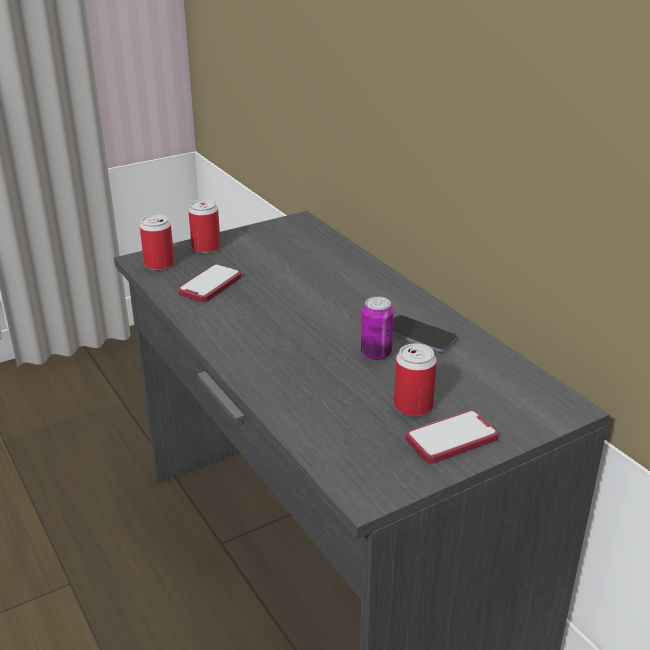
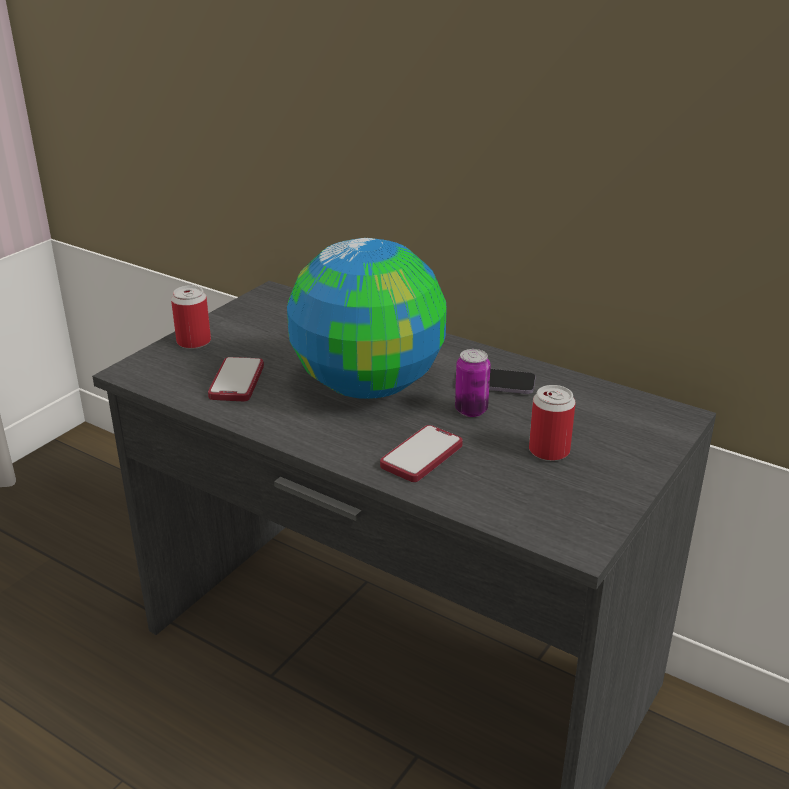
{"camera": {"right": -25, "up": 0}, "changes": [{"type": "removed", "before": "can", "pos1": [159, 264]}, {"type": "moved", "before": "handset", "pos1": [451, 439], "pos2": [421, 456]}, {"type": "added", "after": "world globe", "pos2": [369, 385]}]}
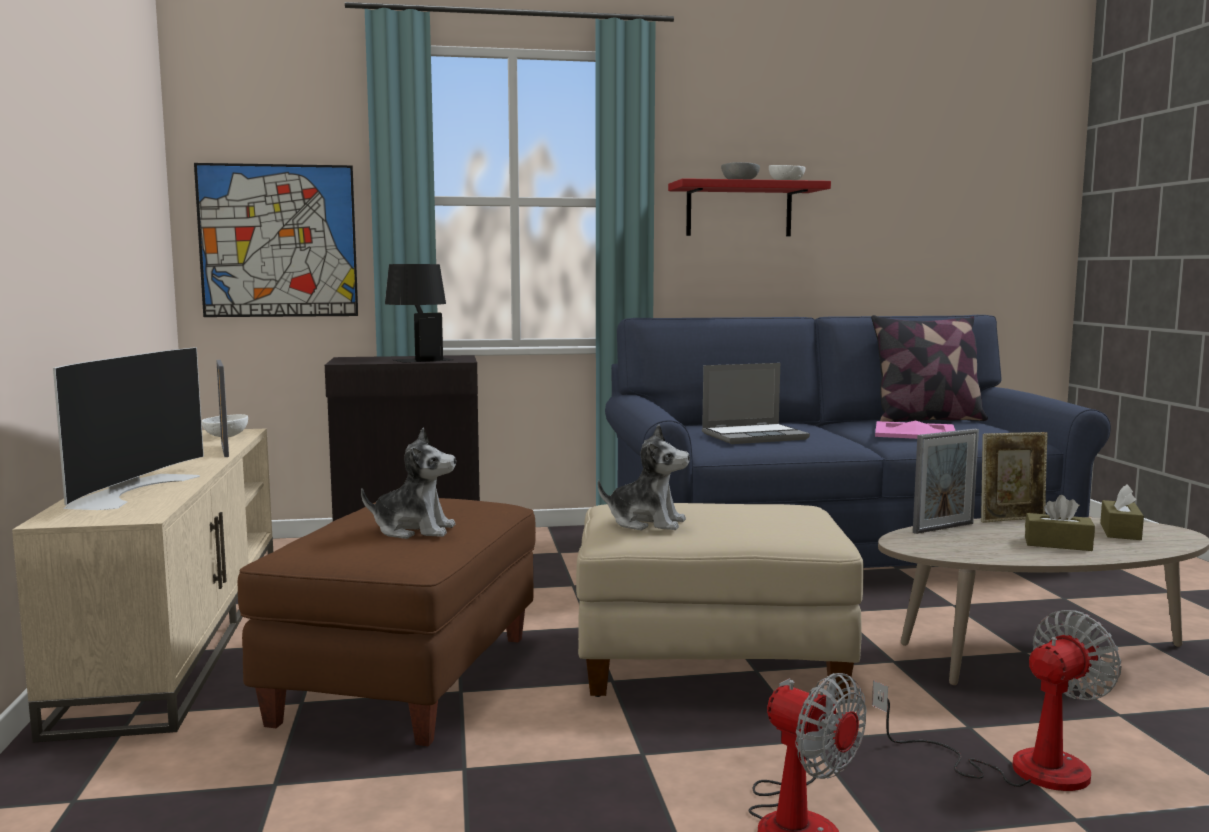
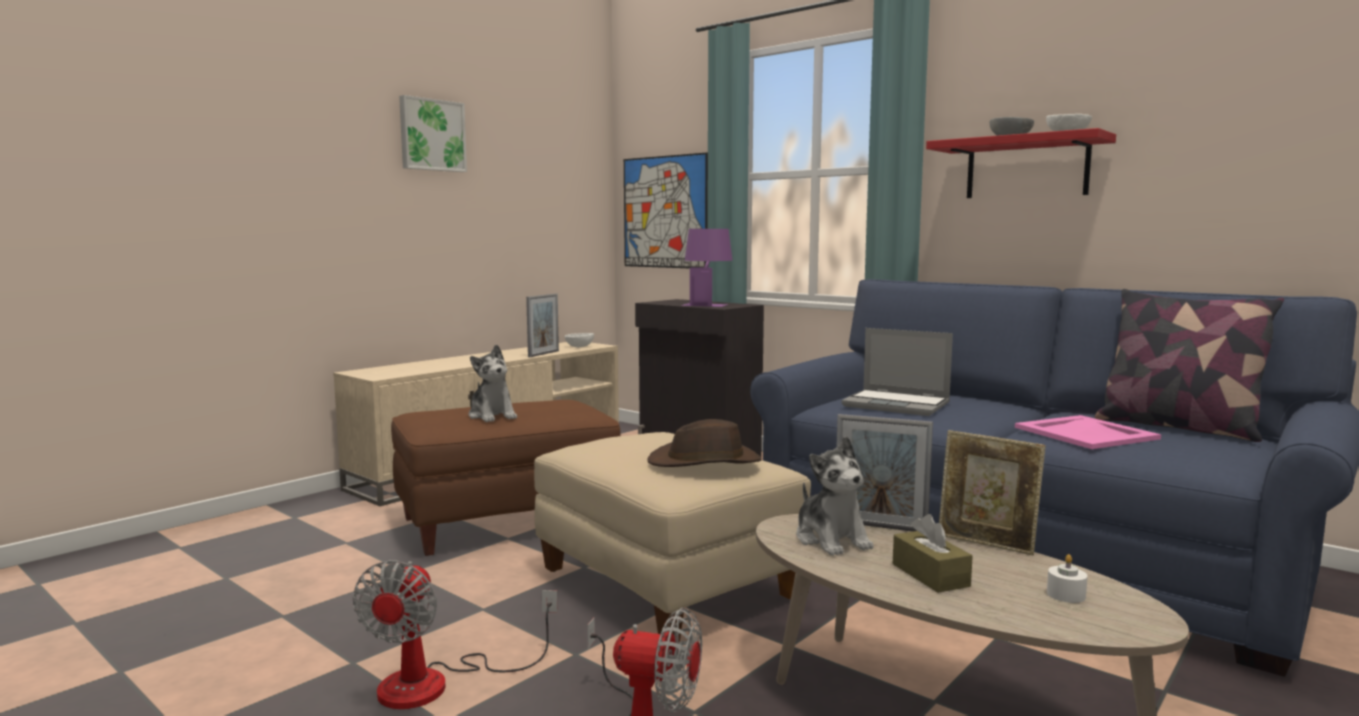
{"camera": {"right": 50, "up": 0}, "changes": [{"type": "recoloured", "before": "lamp for a table (black-coloured)", "after": "lamp for a table (purplish)", "pos1": [418, 359], "pos2": [707, 304]}, {"type": "removed", "before": "TV set", "pos1": [129, 490]}, {"type": "moved", "before": "plush toy", "pos1": [647, 522], "pos2": [831, 539]}, {"type": "replaced", "before": "box of tissues (brownish)", "after": "wax candle (whitish)", "pos1": [1120, 531], "pos2": [1066, 595]}, {"type": "added", "after": "wall picture", "pos2": [431, 135]}, {"type": "added", "after": "wearable hat (brownish)", "pos2": [705, 462]}]}
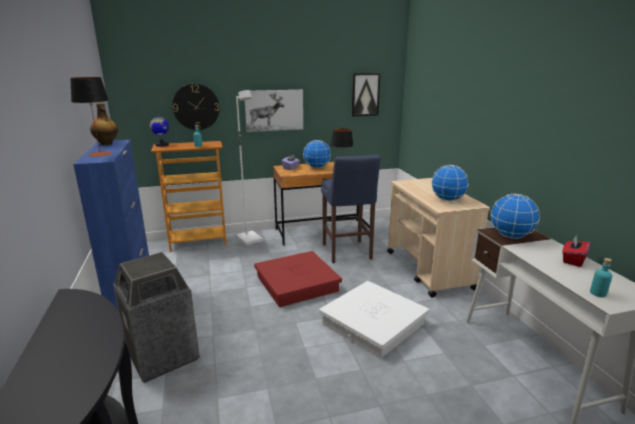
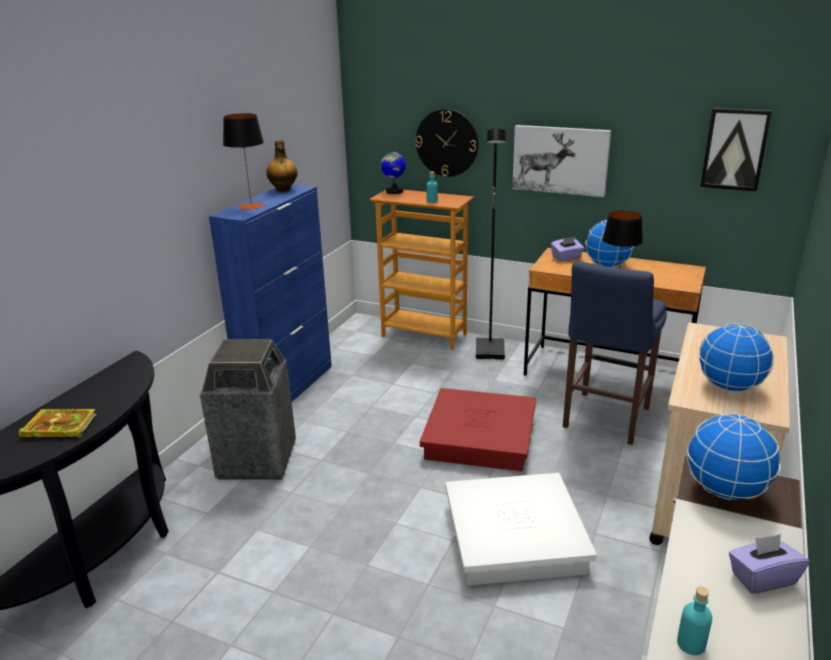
{"camera": {"right": 40, "up": 5}, "changes": [{"type": "recoloured", "before": "floor lamp (whitish)", "after": "floor lamp (black-coloured)", "pos1": [250, 239], "pos2": [491, 351]}, {"type": "recoloured", "before": "box of tissues (reddish)", "after": "box of tissues (purplish)", "pos1": [573, 260], "pos2": [762, 578]}, {"type": "added", "after": "volume", "pos2": [58, 427]}]}
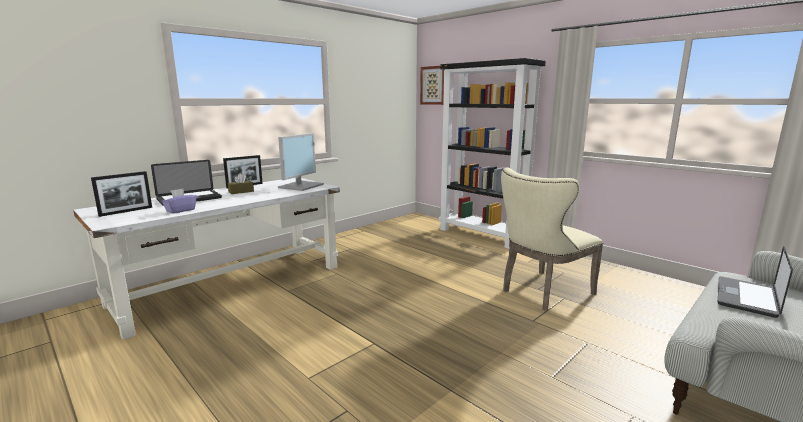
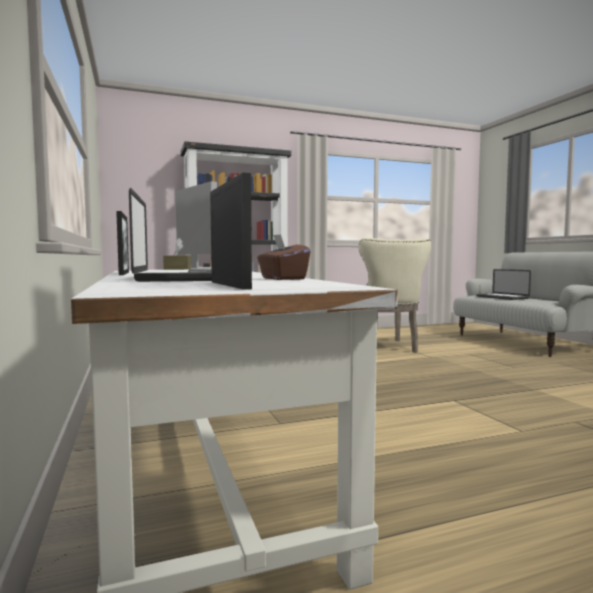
{"camera": {"right": -65, "up": -10}, "changes": [{"type": "removed", "before": "wall picture", "pos1": [433, 85]}, {"type": "recoloured", "before": "box of tissues (purplish)", "after": "box of tissues (brownish)", "pos1": [180, 210], "pos2": [282, 279]}]}
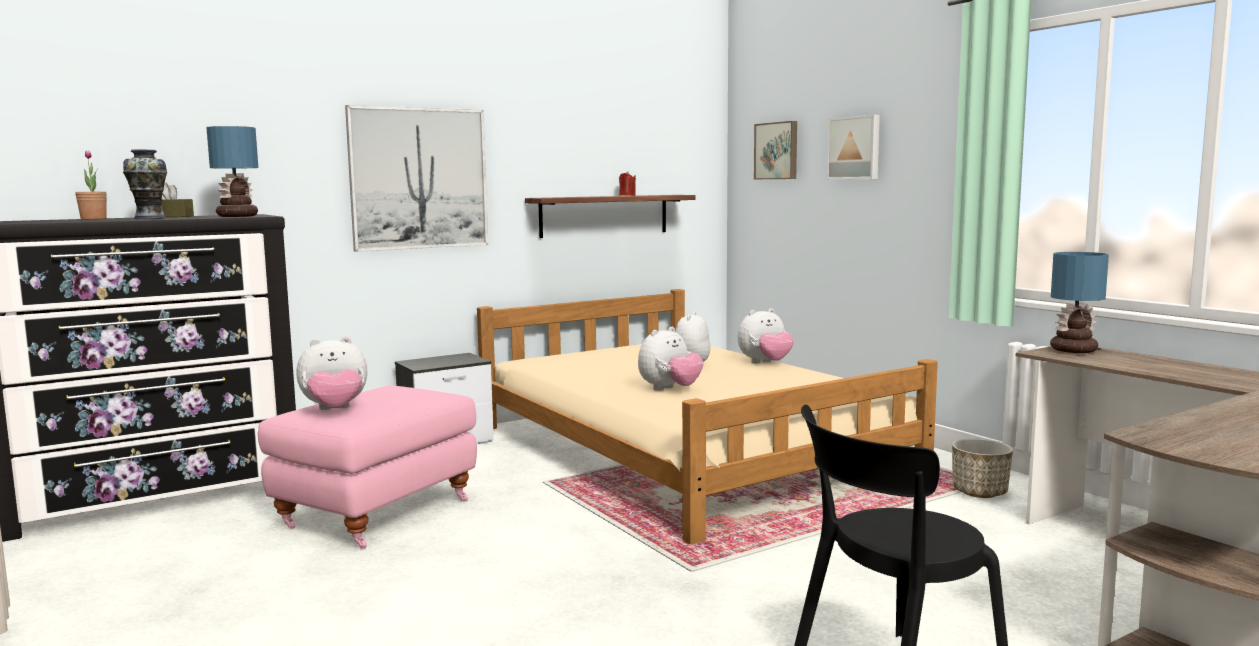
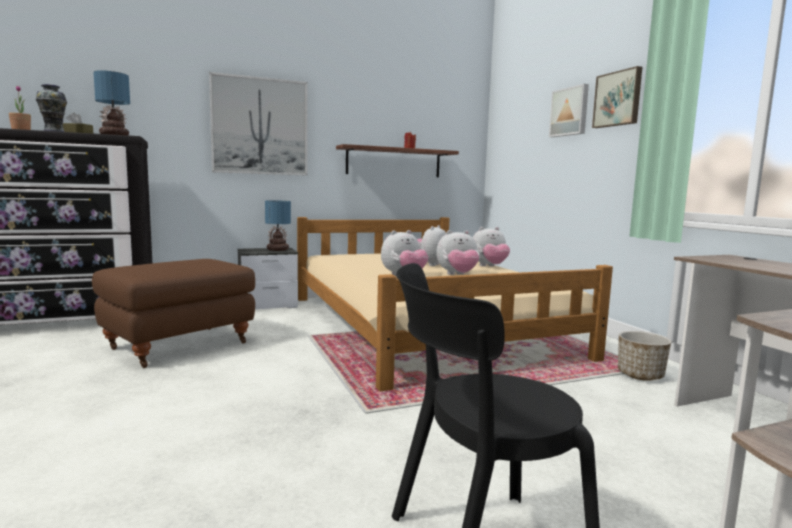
{"camera": {"right": 10, "up": 0}, "changes": [{"type": "moved", "before": "wall picture", "pos1": [777, 151], "pos2": [618, 99]}, {"type": "moved", "before": "lamp for a table", "pos1": [1074, 350], "pos2": [278, 249]}, {"type": "moved", "before": "plush toy", "pos1": [335, 410], "pos2": [457, 275]}, {"type": "recoloured", "before": "ottoman (pink)", "after": "ottoman (brownish)", "pos1": [376, 512], "pos2": [179, 344]}]}
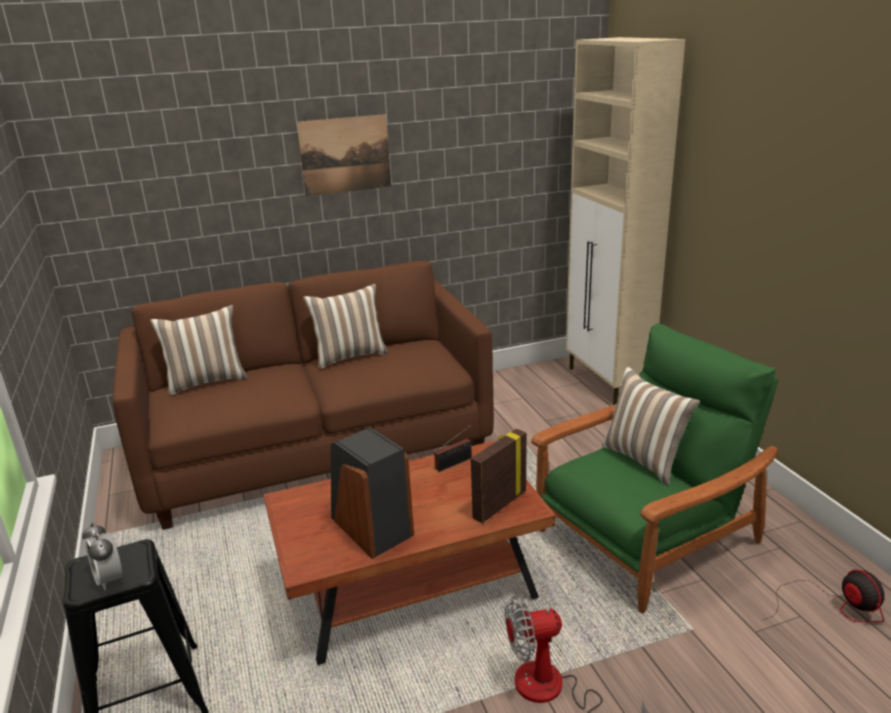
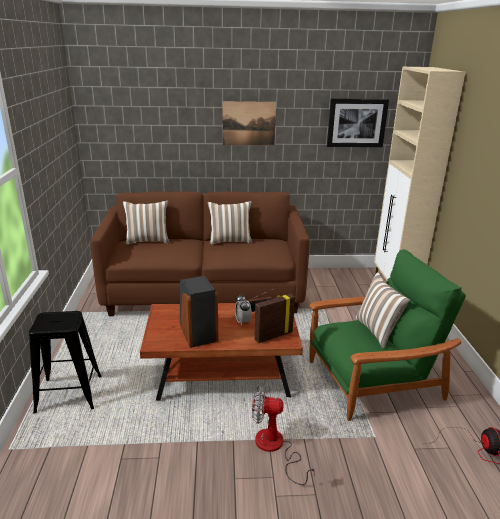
{"camera": {"right": 15, "up": 0}, "changes": [{"type": "moved", "before": "table clock", "pos1": [110, 579], "pos2": [242, 321]}, {"type": "added", "after": "wall picture", "pos2": [356, 123]}]}
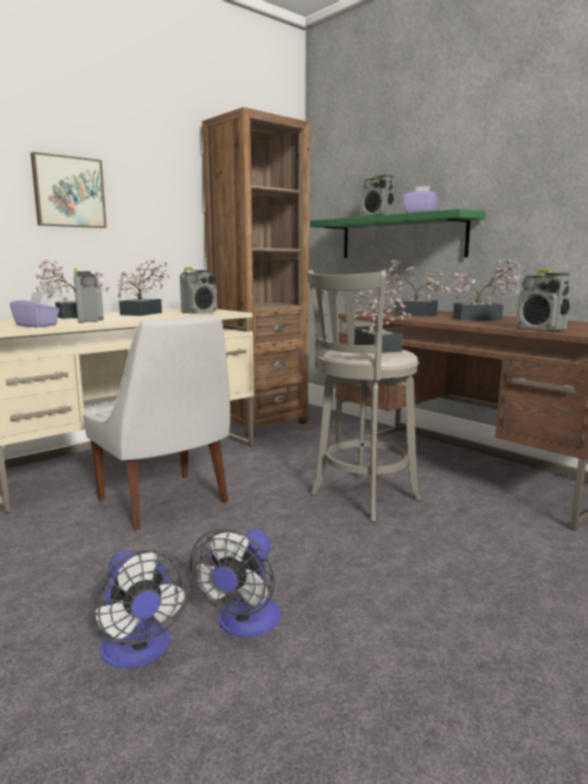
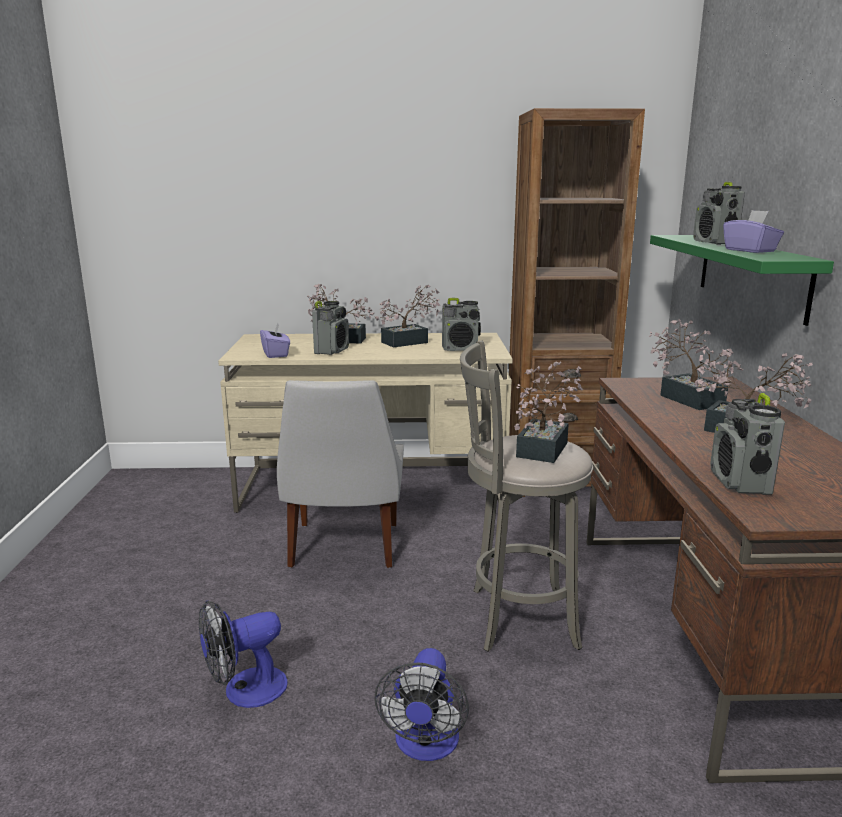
{"camera": {"right": 40, "up": 5}, "changes": [{"type": "removed", "before": "wall picture", "pos1": [68, 192]}, {"type": "moved", "before": "electric fan", "pos1": [139, 652], "pos2": [425, 745]}]}
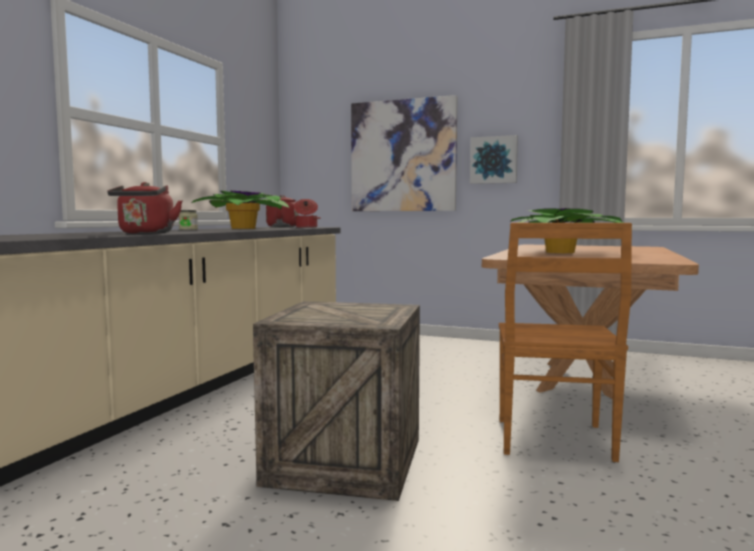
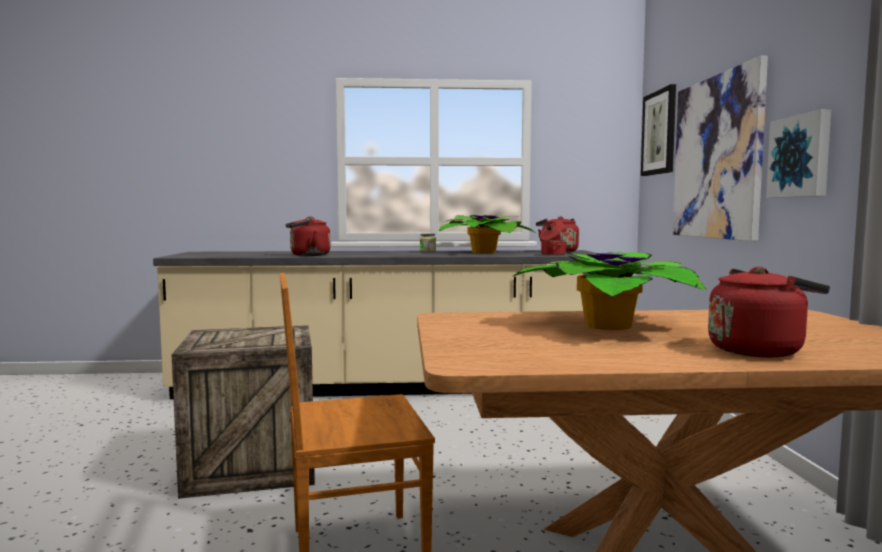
{"camera": {"right": 65, "up": 0}, "changes": [{"type": "added", "after": "wall picture", "pos2": [659, 132]}, {"type": "added", "after": "water kettle (reddish)", "pos2": [759, 350]}]}
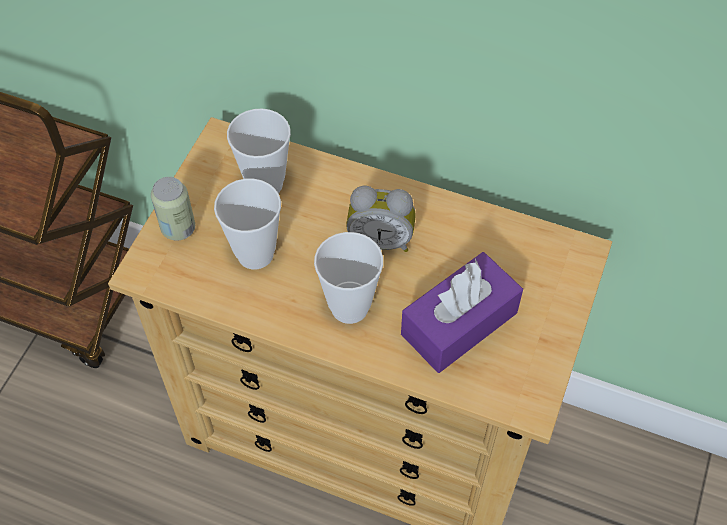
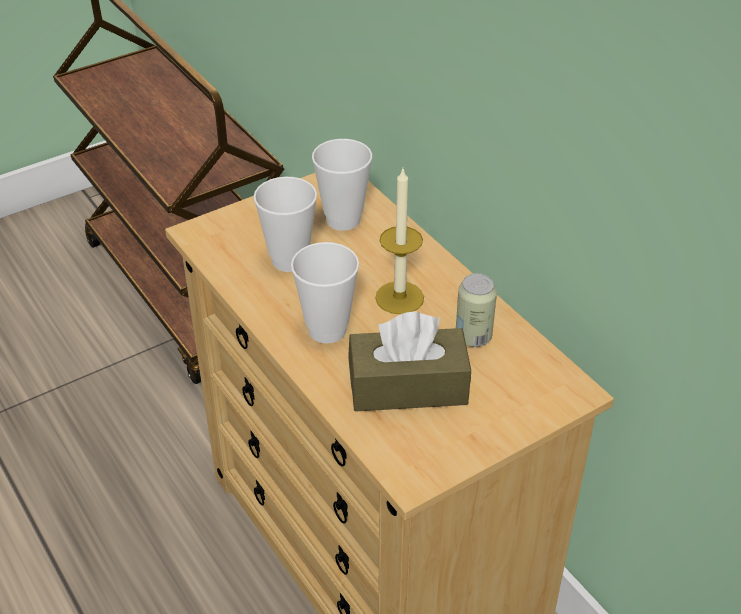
{"camera": {"right": 35, "up": -15}, "changes": [{"type": "moved", "before": "can", "pos1": [178, 228], "pos2": [473, 337]}, {"type": "replaced", "before": "table clock", "after": "wax candle", "pos1": [381, 239], "pos2": [399, 298]}, {"type": "recoloured", "before": "box of tissues (purplish)", "after": "box of tissues (brownish)", "pos1": [459, 323], "pos2": [408, 386]}]}
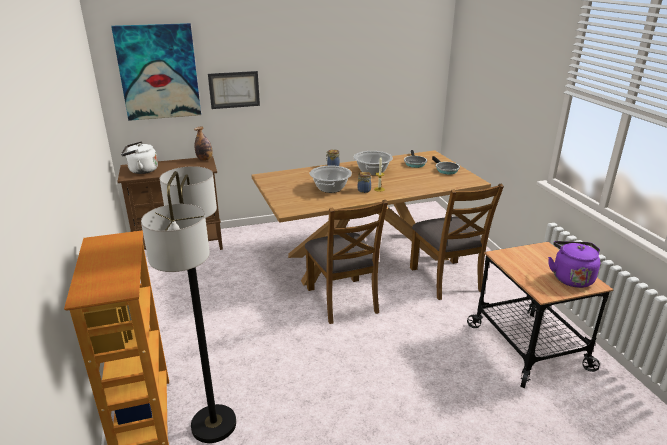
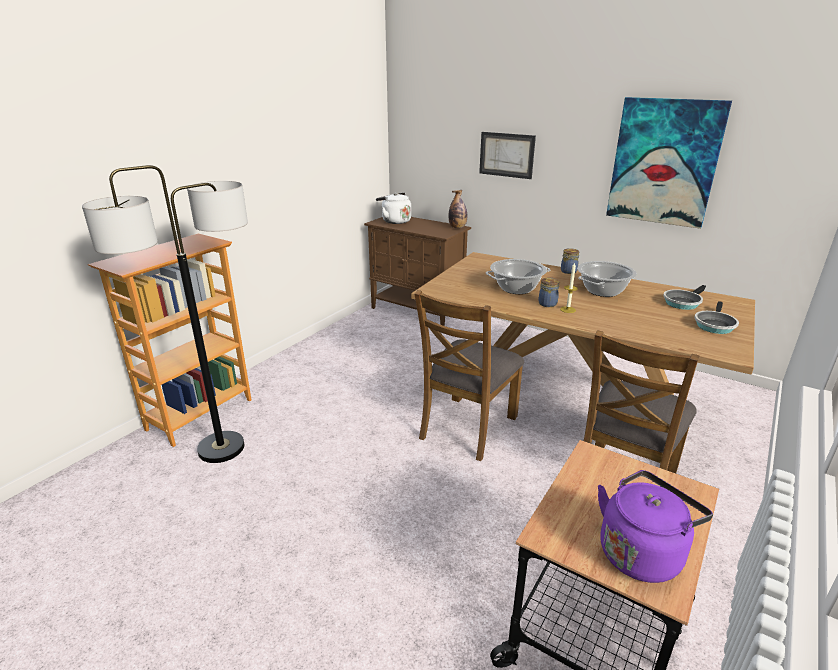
{"camera": {"right": 50, "up": 0}, "changes": [{"type": "moved", "before": "wall picture", "pos1": [158, 72], "pos2": [664, 162]}]}
